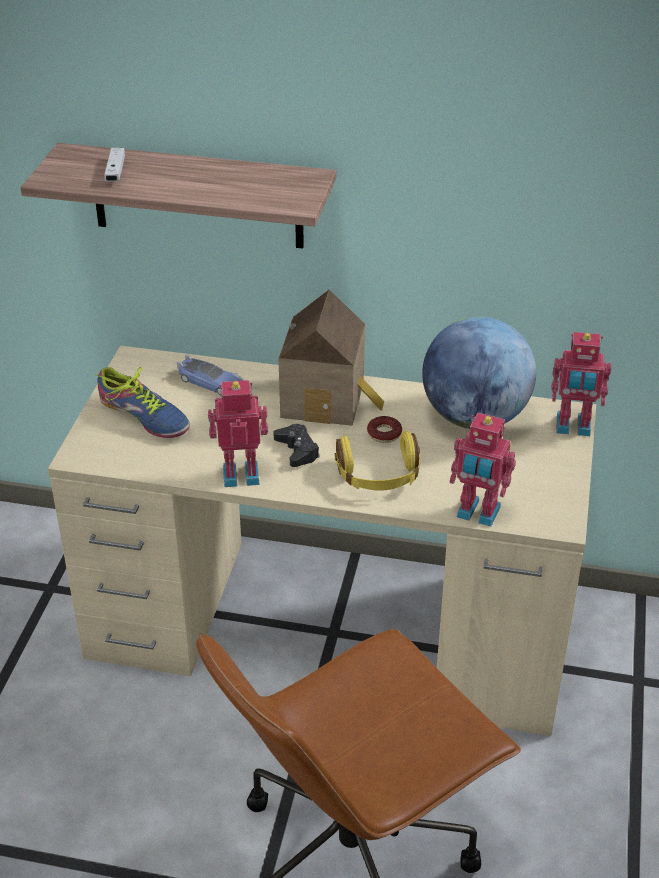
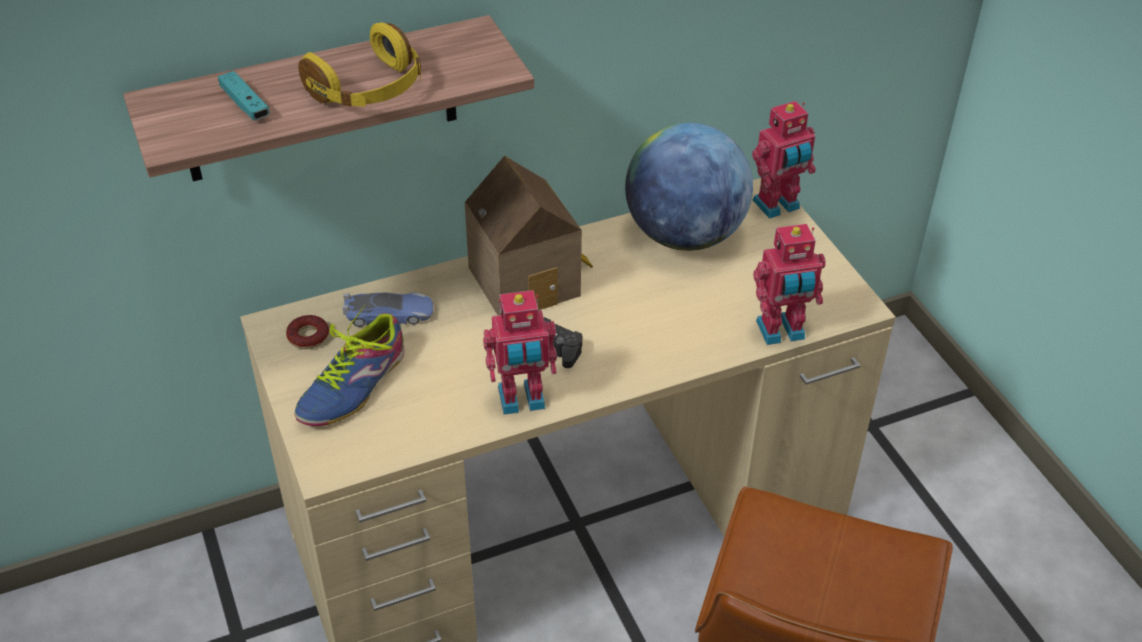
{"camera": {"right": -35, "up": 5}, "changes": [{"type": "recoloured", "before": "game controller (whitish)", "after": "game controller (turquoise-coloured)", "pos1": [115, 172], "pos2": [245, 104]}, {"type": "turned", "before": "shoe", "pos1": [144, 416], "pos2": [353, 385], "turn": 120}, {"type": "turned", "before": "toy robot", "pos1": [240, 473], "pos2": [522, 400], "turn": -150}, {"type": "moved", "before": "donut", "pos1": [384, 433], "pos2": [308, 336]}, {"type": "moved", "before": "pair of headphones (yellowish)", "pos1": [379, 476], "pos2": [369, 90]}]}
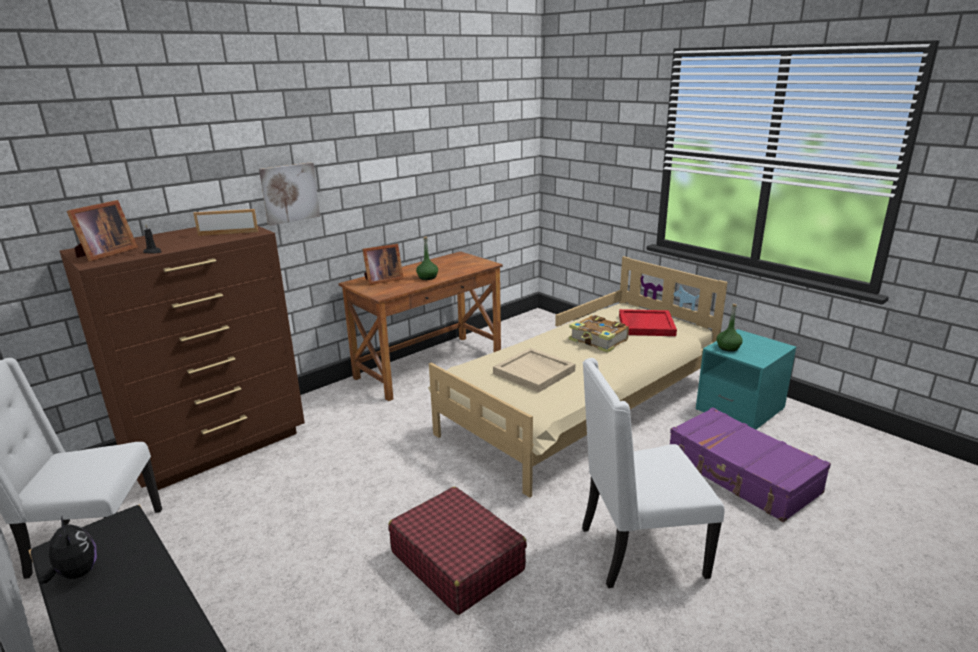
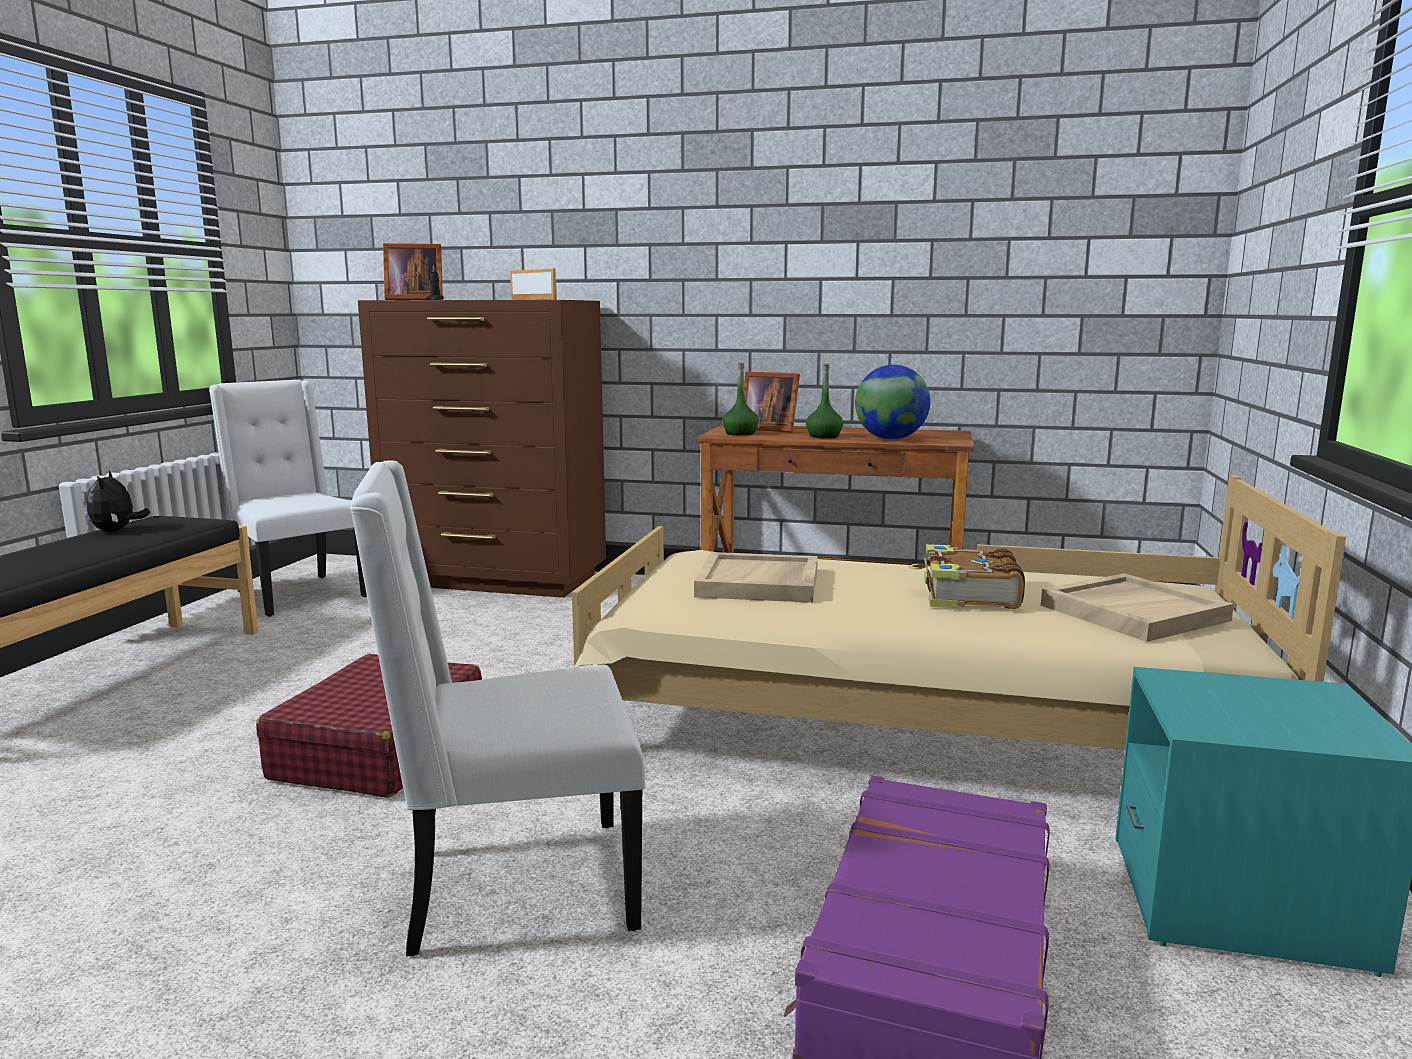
{"camera": {"right": 55, "up": -10}, "changes": [{"type": "removed", "before": "wall picture", "pos1": [289, 193]}, {"type": "moved", "before": "drink bottle (greenish)", "pos1": [728, 347], "pos2": [740, 434]}, {"type": "recoloured", "before": "carrying tray (reddish)", "after": "carrying tray (beige)", "pos1": [645, 325], "pos2": [1133, 612]}, {"type": "turned", "before": "upright chair (whitish)", "pos1": [639, 551], "pos2": [514, 887], "turn": -60}, {"type": "turned", "before": "plush toy", "pos1": [76, 573], "pos2": [116, 531], "turn": 150}, {"type": "added", "after": "world globe", "pos2": [890, 439]}]}
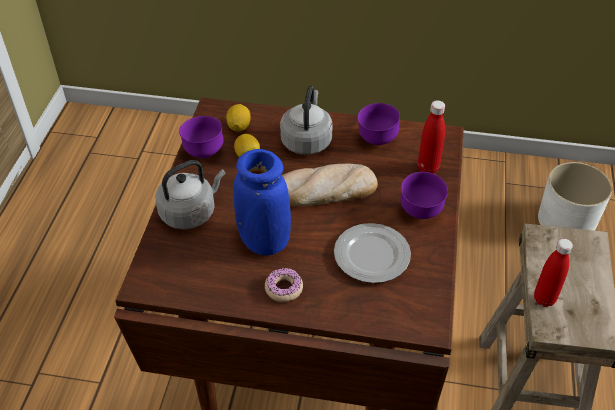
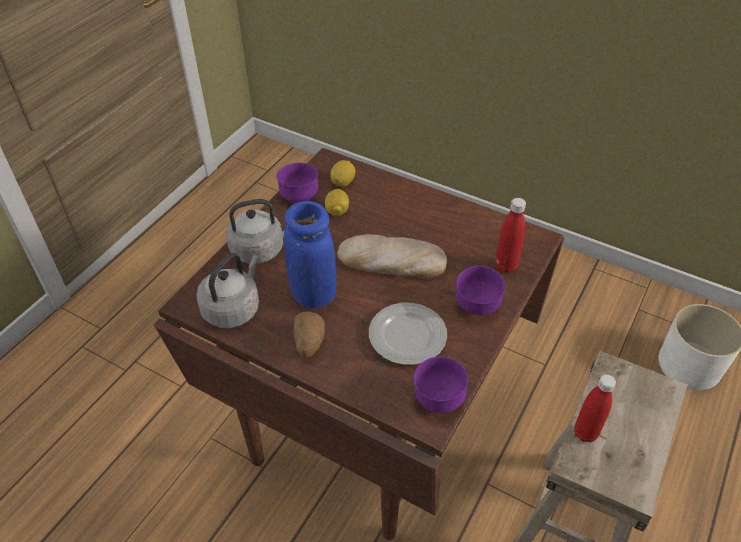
{"camera": {"right": 20, "up": 0}, "changes": [{"type": "moved", "before": "water kettle (grey)", "pos1": [307, 140], "pos2": [233, 308]}, {"type": "moved", "before": "bowl (purplish)", "pos1": [376, 140], "pos2": [438, 400]}, {"type": "replaced", "before": "donut", "after": "whole potato", "pos1": [284, 288], "pos2": [309, 343]}]}
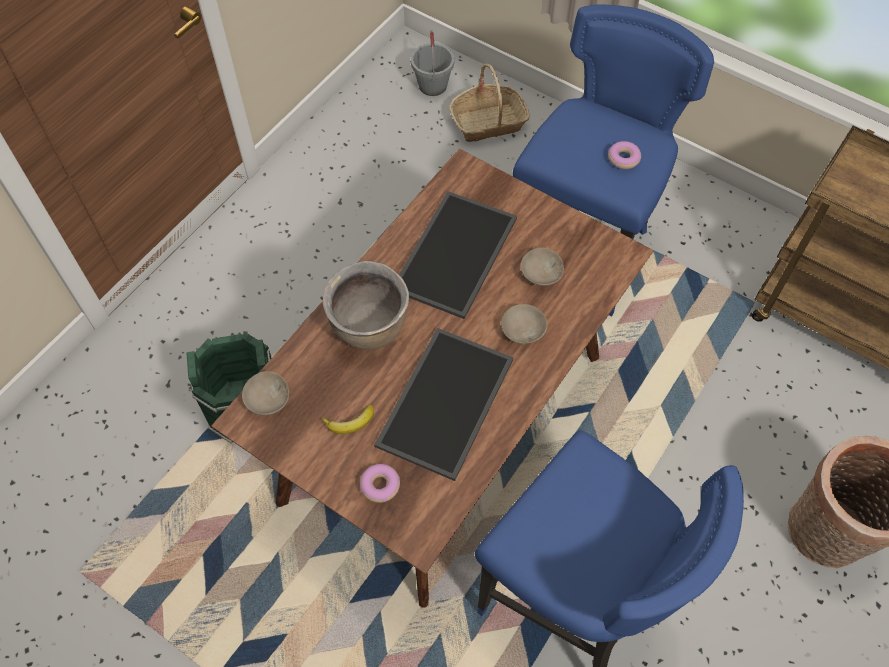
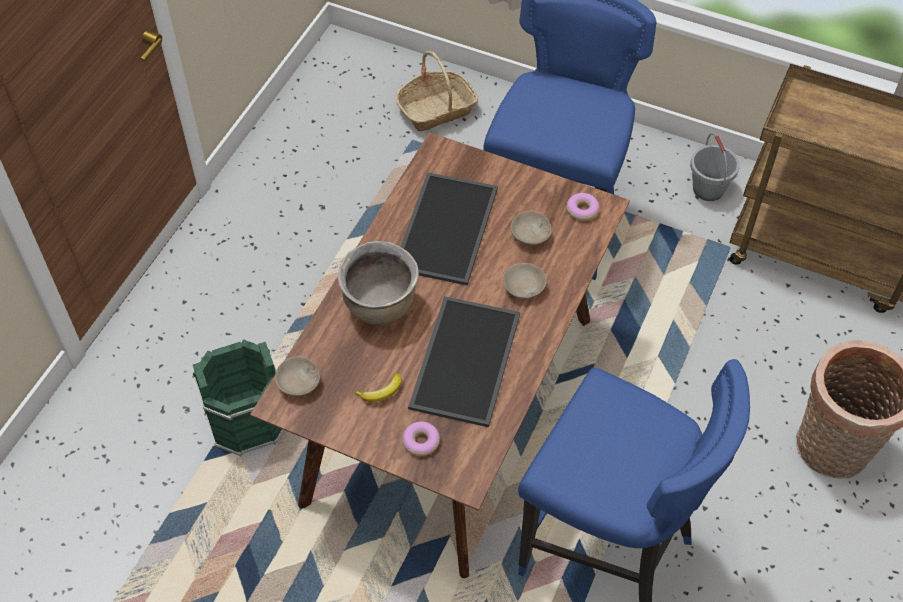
{"camera": {"right": -10, "up": -5}, "changes": [{"type": "moved", "before": "pail (grey)", "pos1": [433, 86], "pos2": [708, 189]}, {"type": "moved", "before": "donut", "pos1": [623, 158], "pos2": [582, 210]}]}
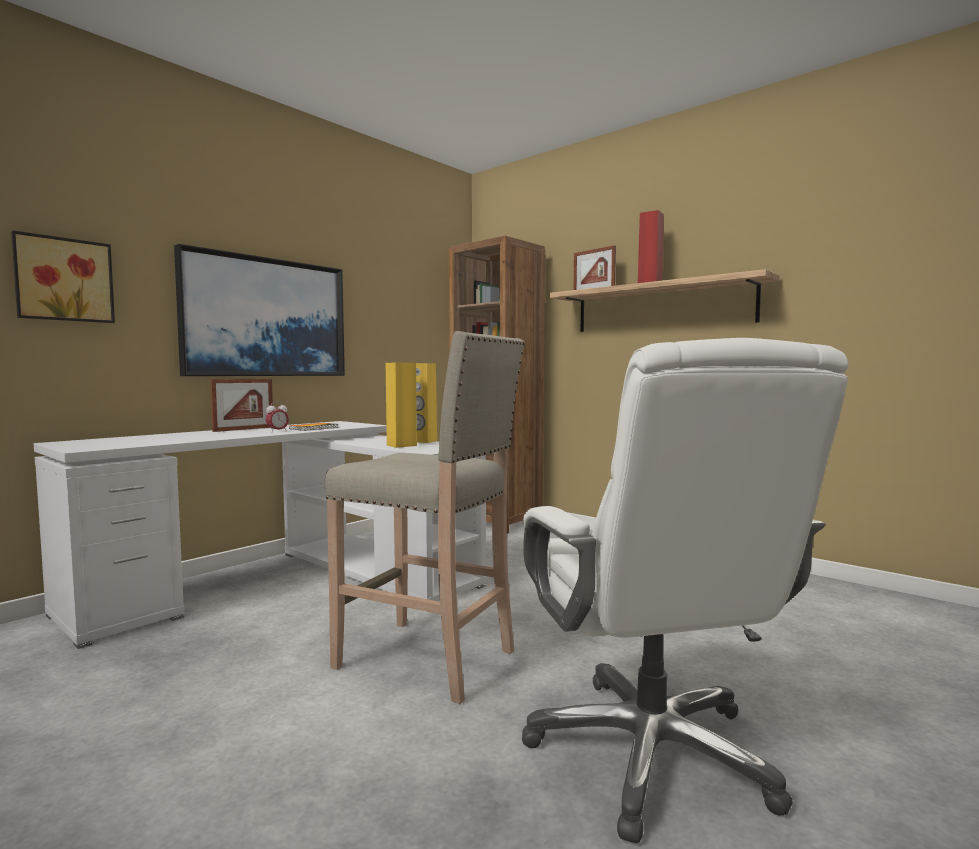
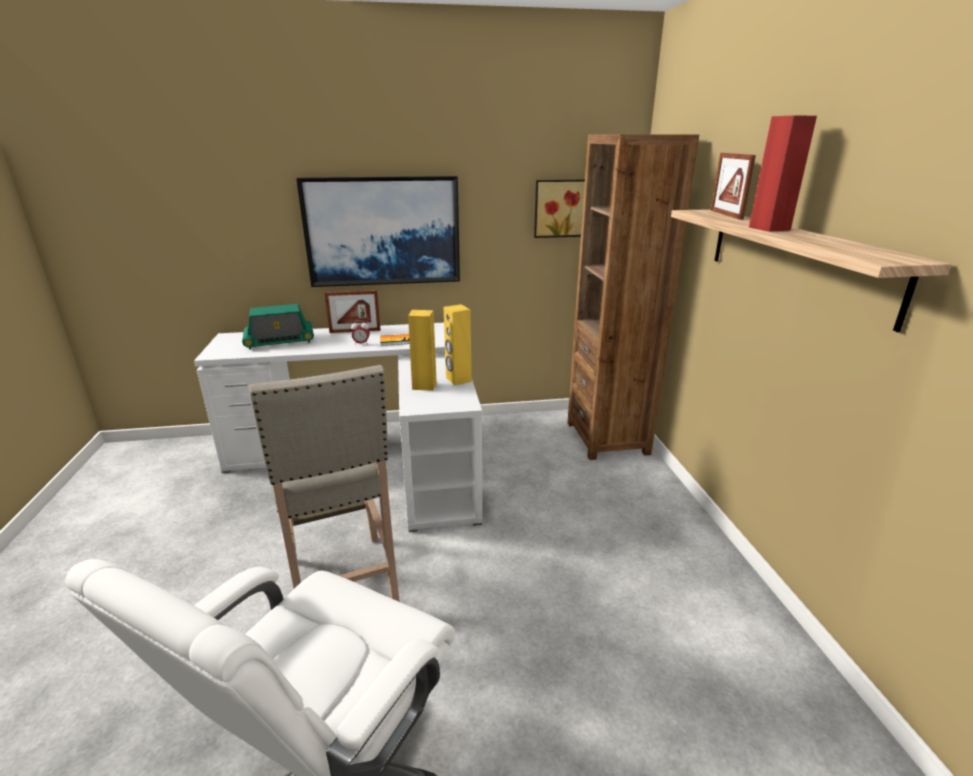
{"camera": {"right": 40, "up": 20}, "changes": [{"type": "moved", "before": "wall picture", "pos1": [64, 280], "pos2": [560, 208]}, {"type": "added", "after": "radio", "pos2": [279, 341]}]}
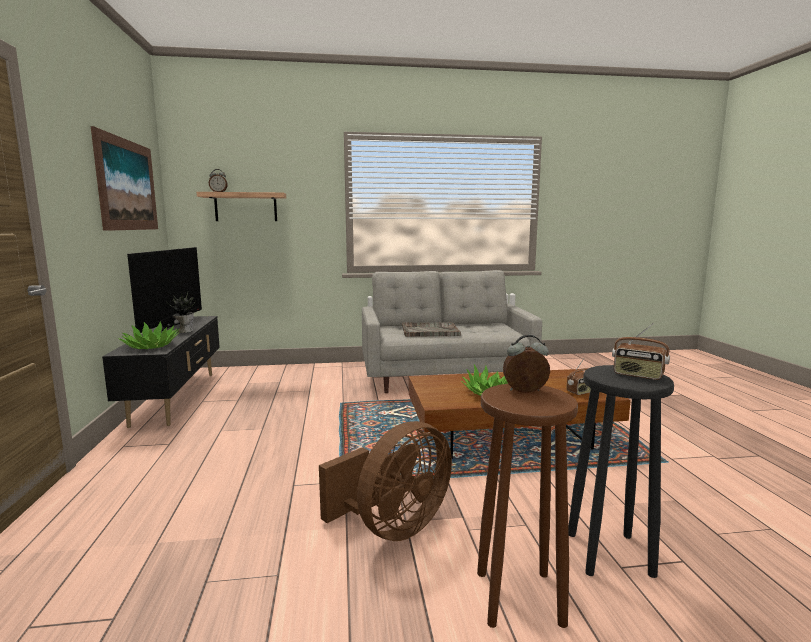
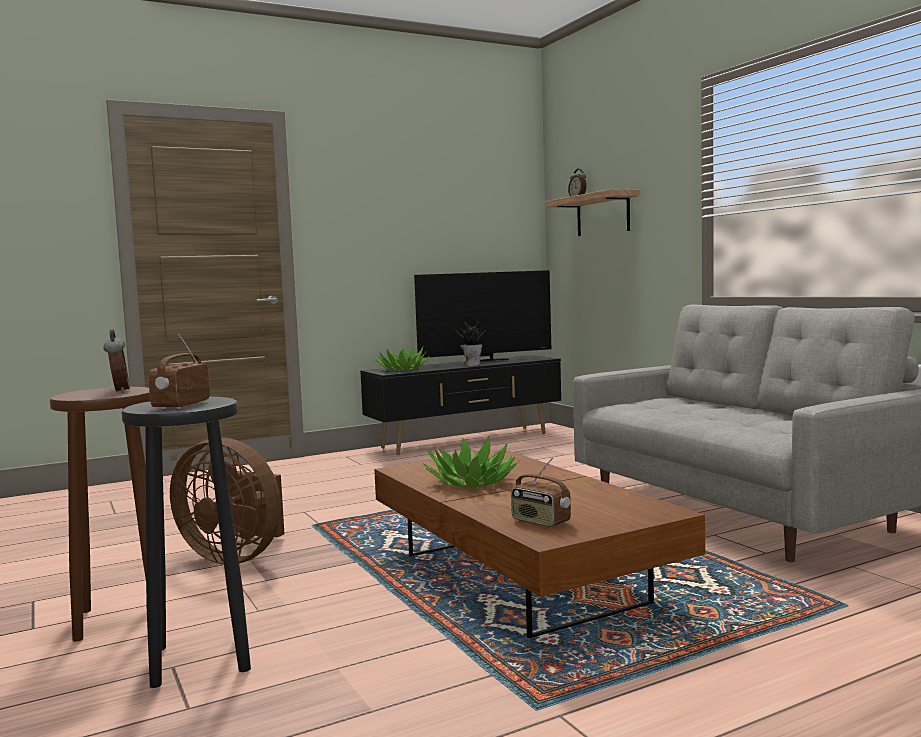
{"camera": {"right": 70, "up": -5}, "changes": [{"type": "removed", "before": "wall picture", "pos1": [127, 185]}, {"type": "removed", "before": "carrying tray (grey)", "pos1": [429, 331]}]}
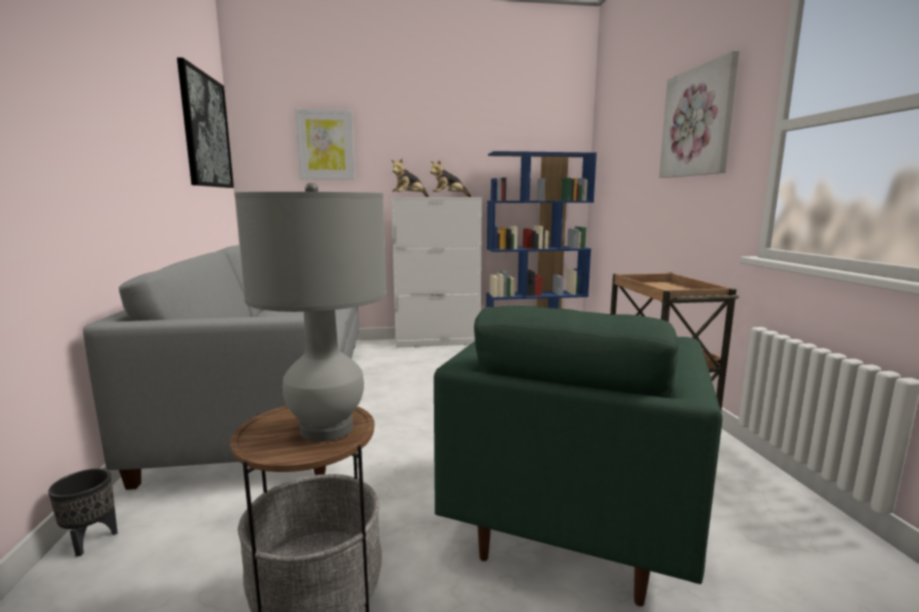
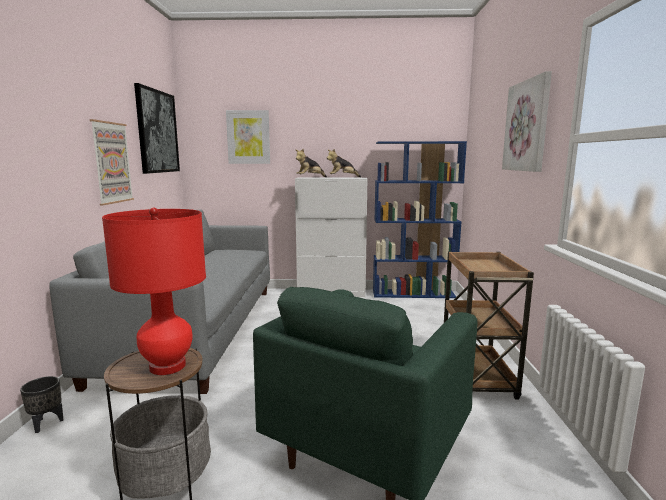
{"camera": {"right": 10, "up": 0}, "changes": [{"type": "recoloured", "before": "lamp for a table (grey)", "after": "lamp for a table (reddish)", "pos1": [327, 429], "pos2": [168, 366]}, {"type": "added", "after": "wall picture", "pos2": [112, 162]}]}
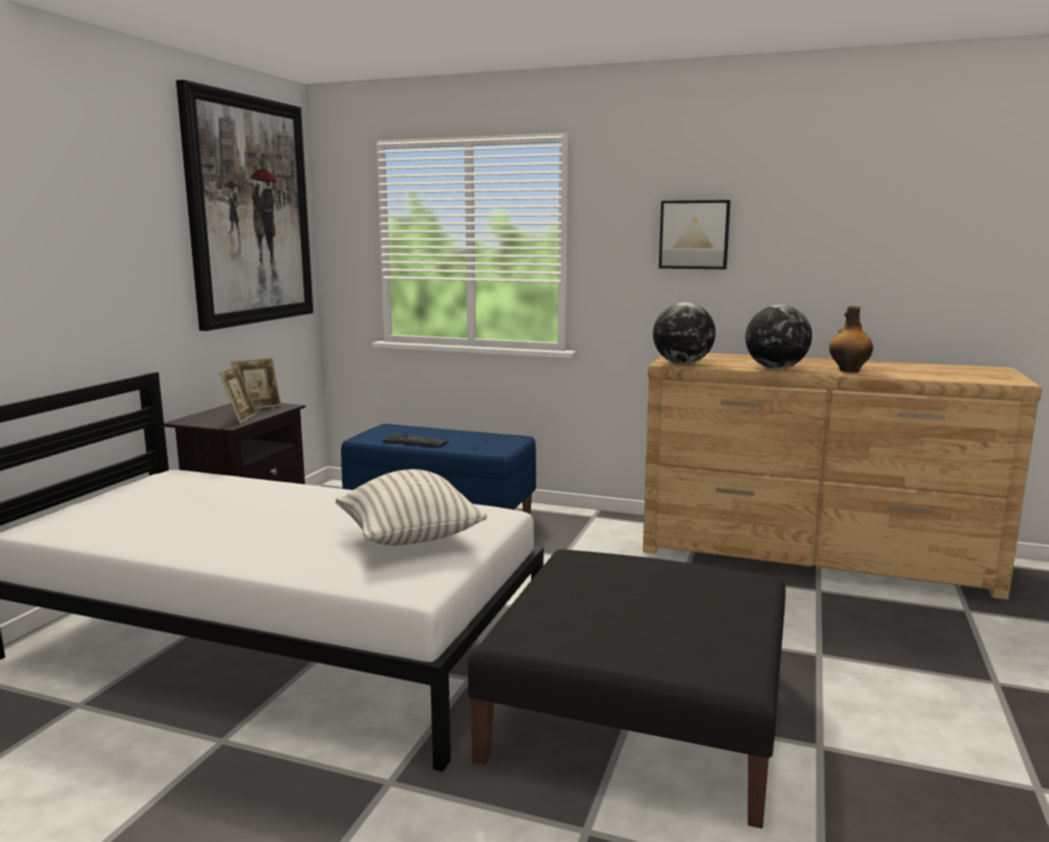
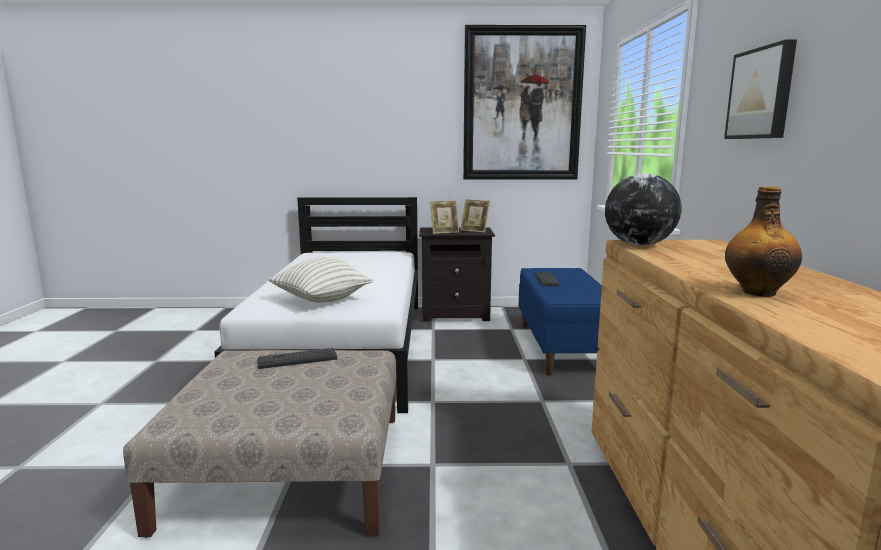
{"camera": {"right": 70, "up": 0}, "changes": [{"type": "removed", "before": "world globe", "pos1": [775, 368]}, {"type": "recoloured", "before": "ottoman (black-coloured)", "after": "ottoman (beige)", "pos1": [637, 713], "pos2": [291, 468]}, {"type": "added", "after": "PC keyboard", "pos2": [297, 359]}]}
